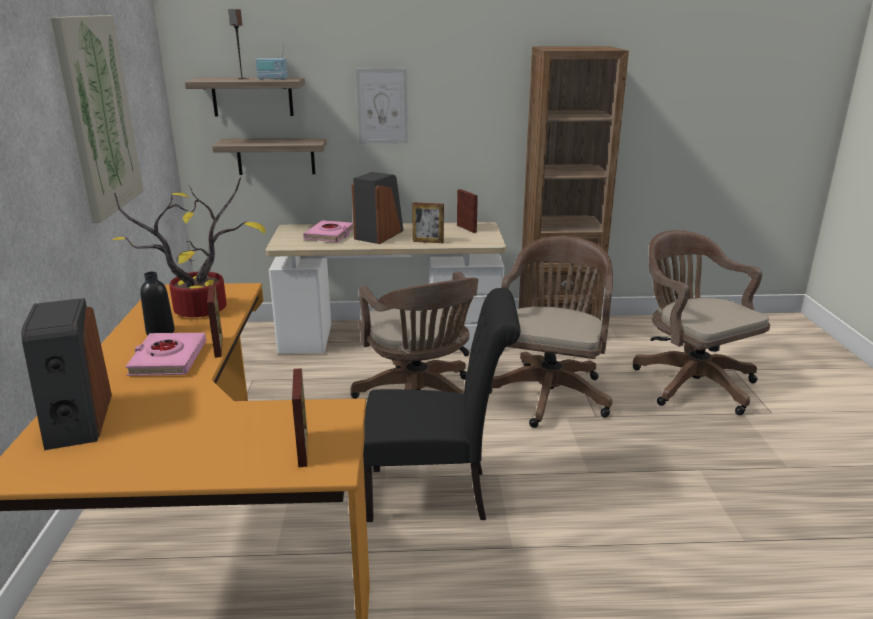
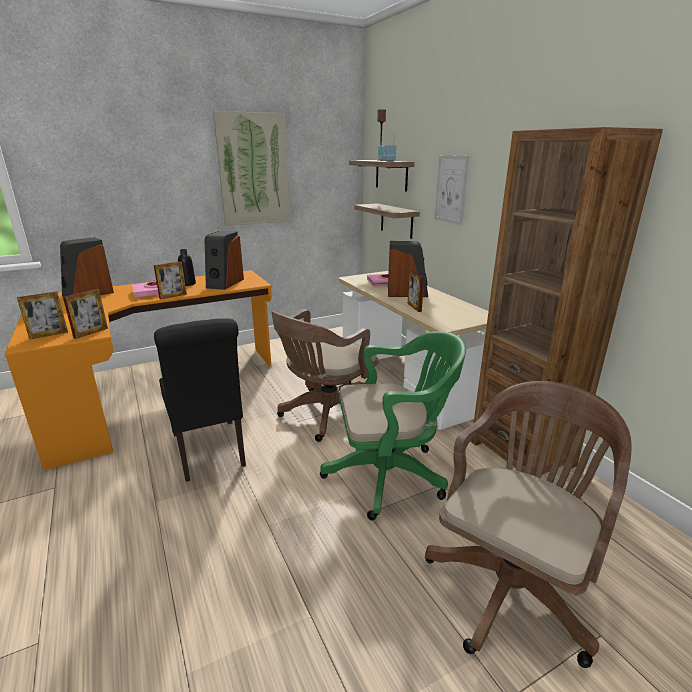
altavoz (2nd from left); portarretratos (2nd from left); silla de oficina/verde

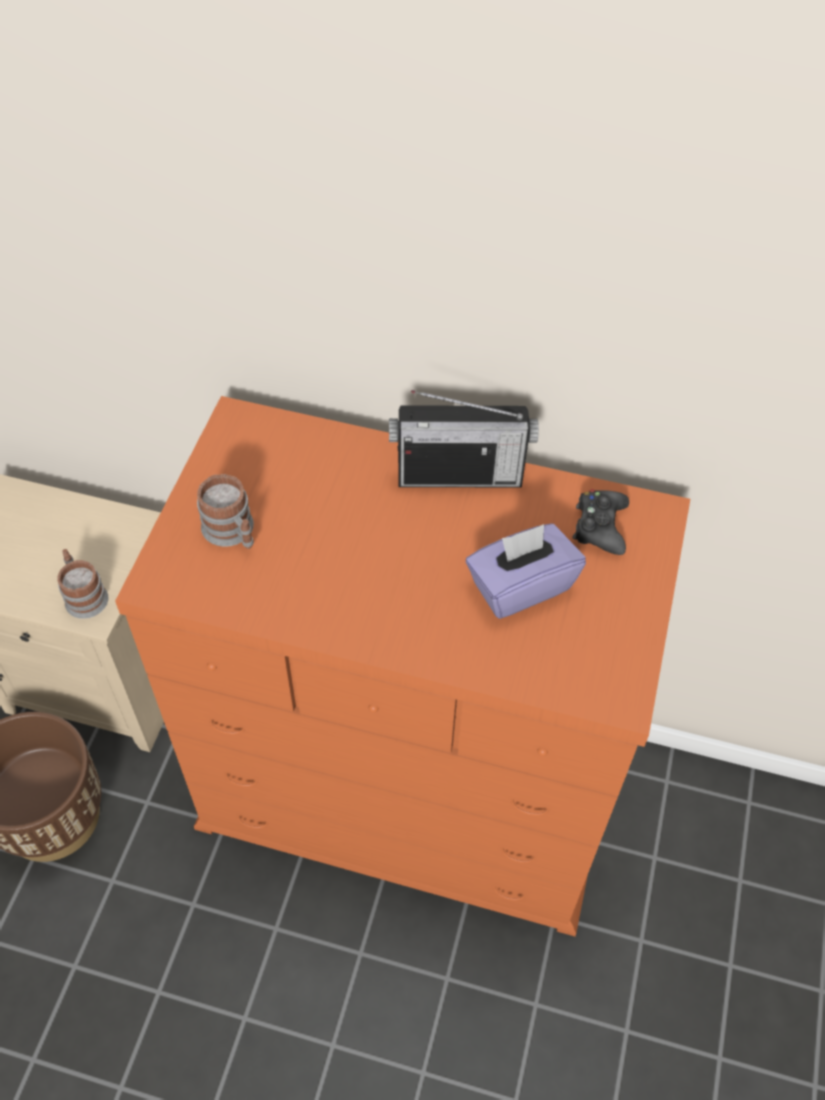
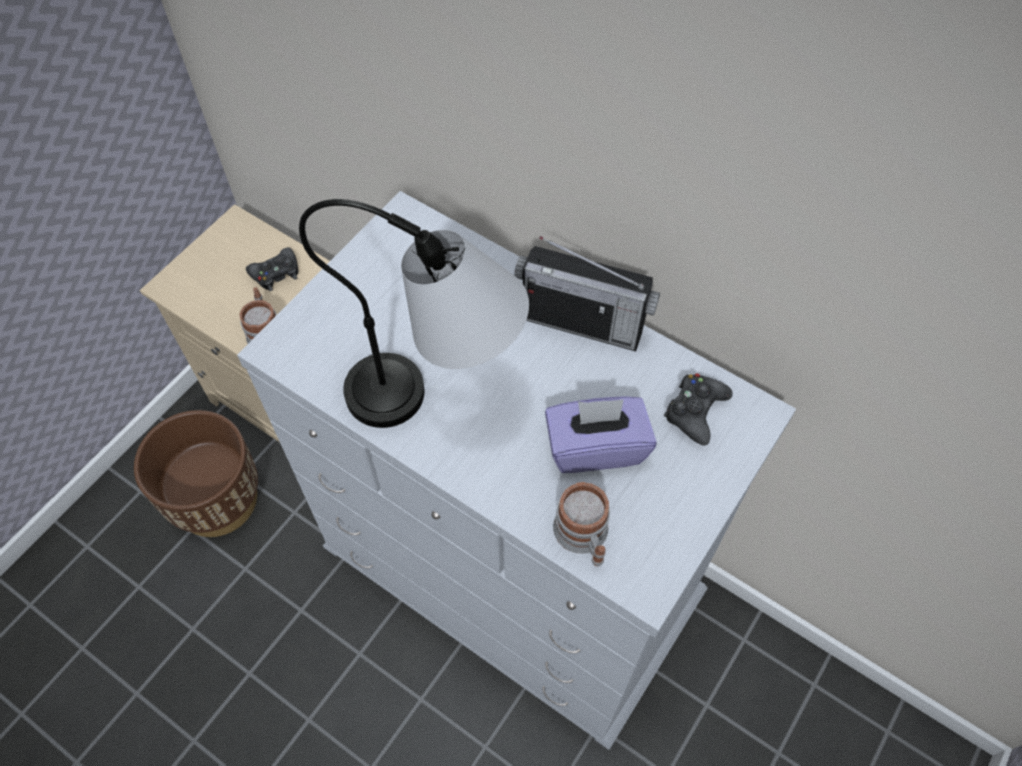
cómoda/blanco; taza grande (2nd from left); lámpara de mesa; mando de consola/negro (1st from left)

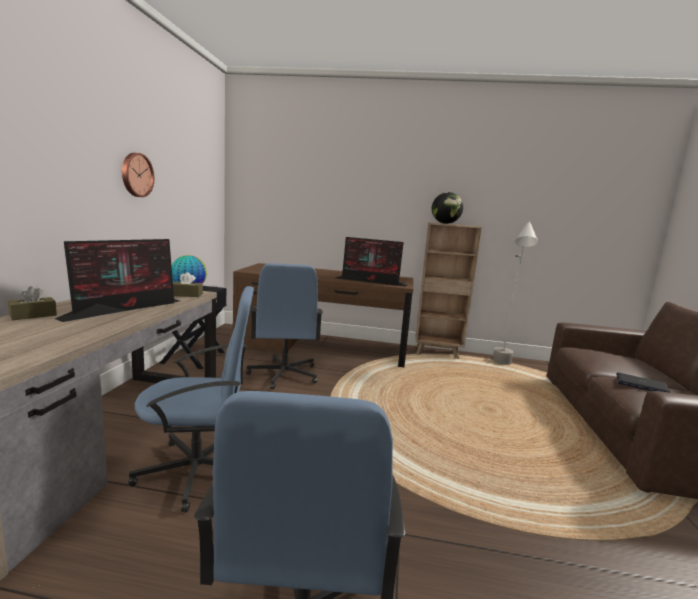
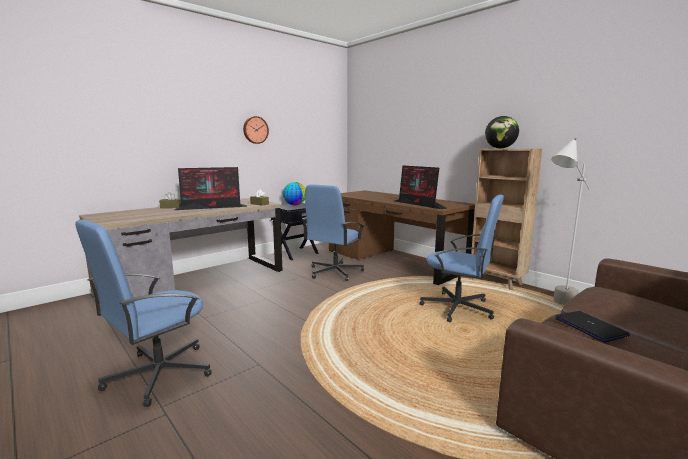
silla de oficina/azul (3rd from left)

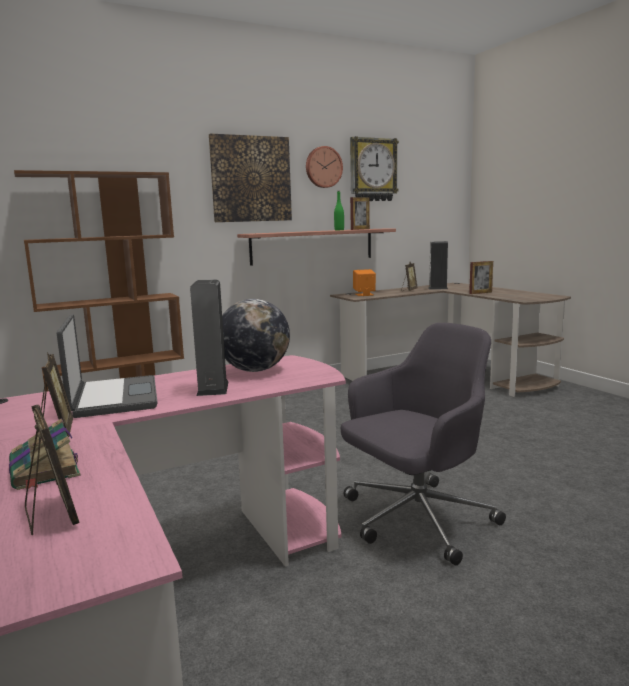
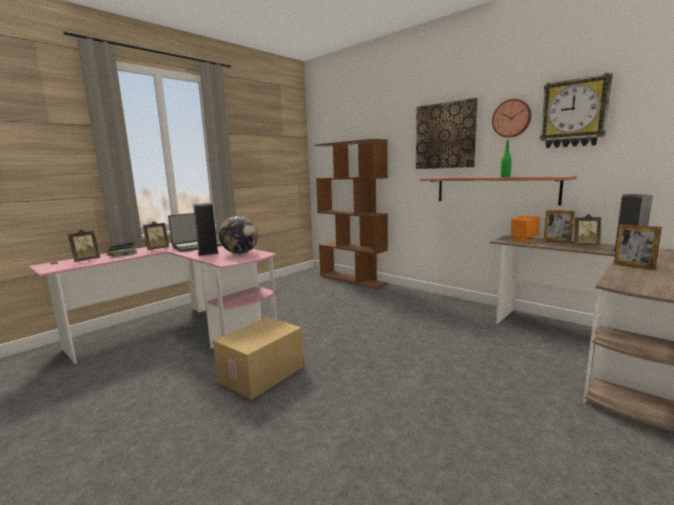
portarretratos (3rd from left); caja de cartón

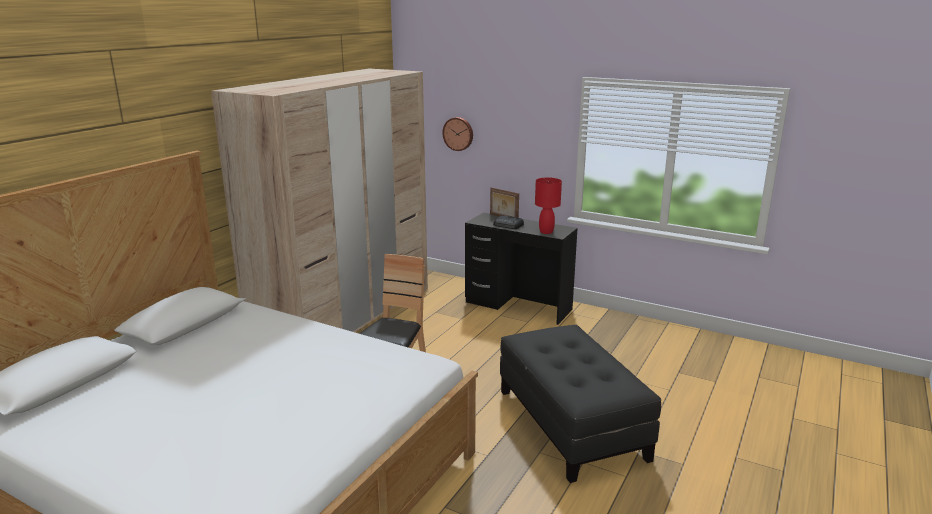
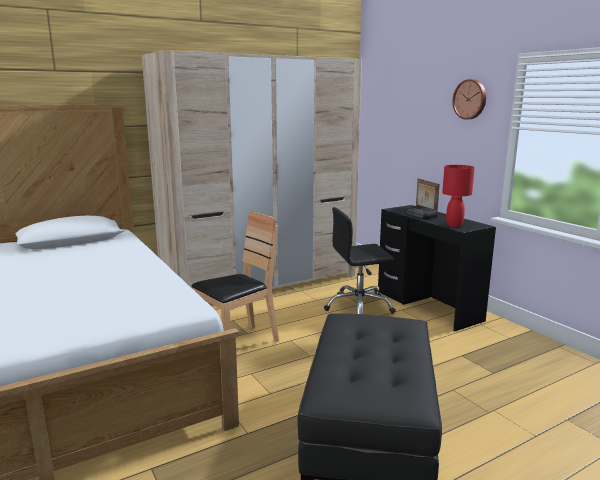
reloj de pared; silla de oficina/negro

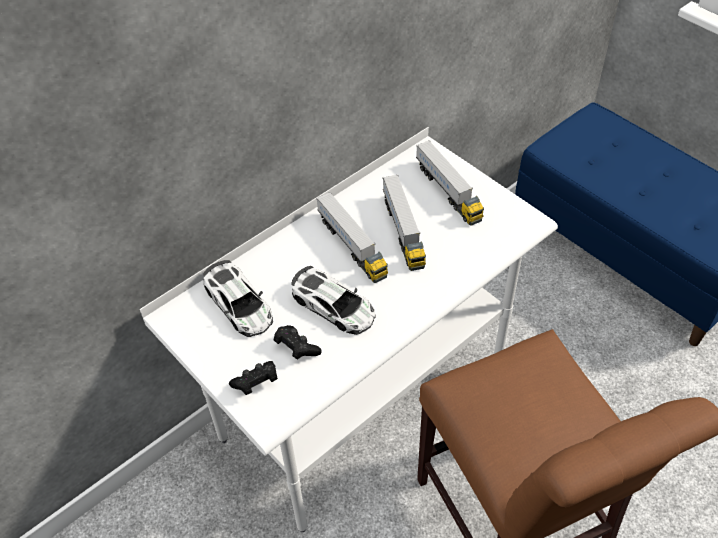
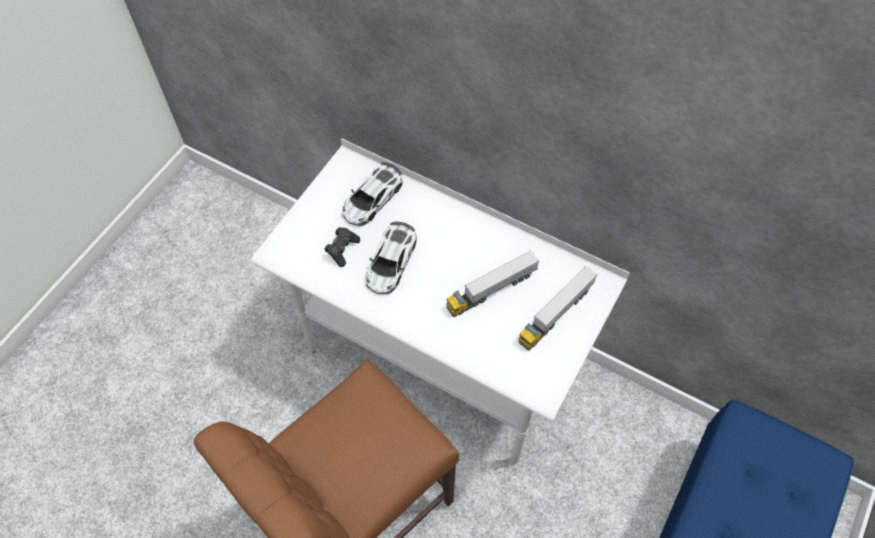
camión de juguete (1st from left in the first image); mando de consola/negro (1st from left in the first image)

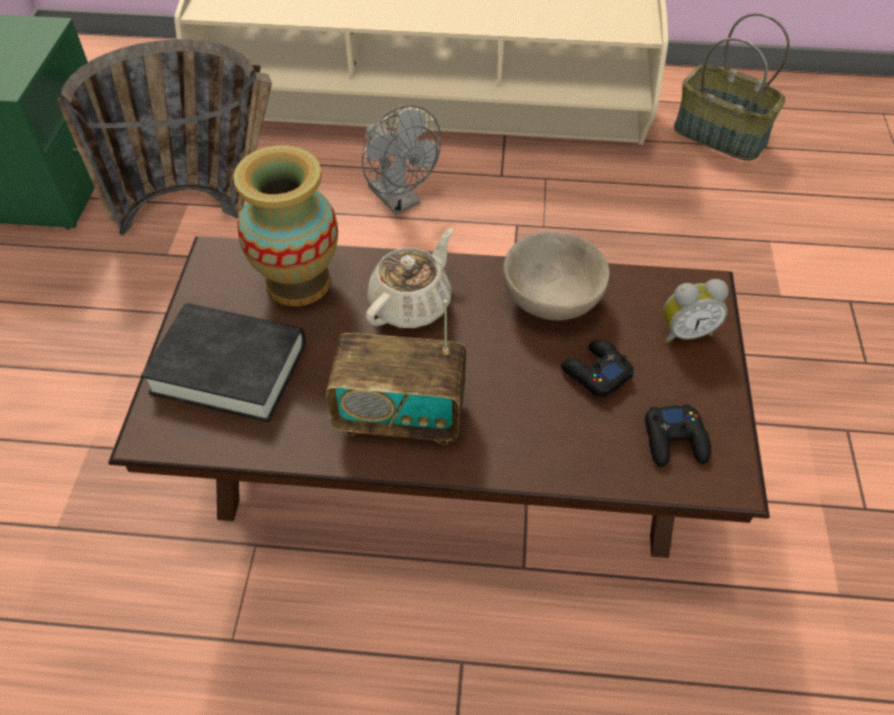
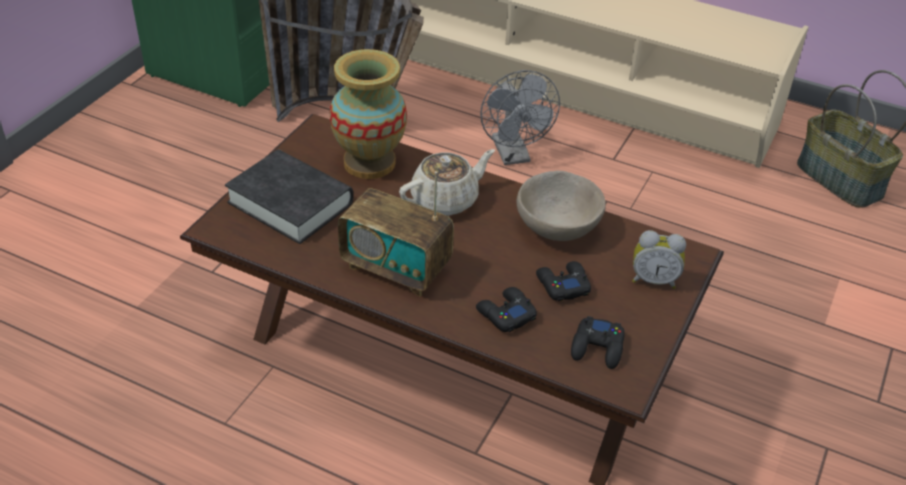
mando de consola/negro (1st from left)

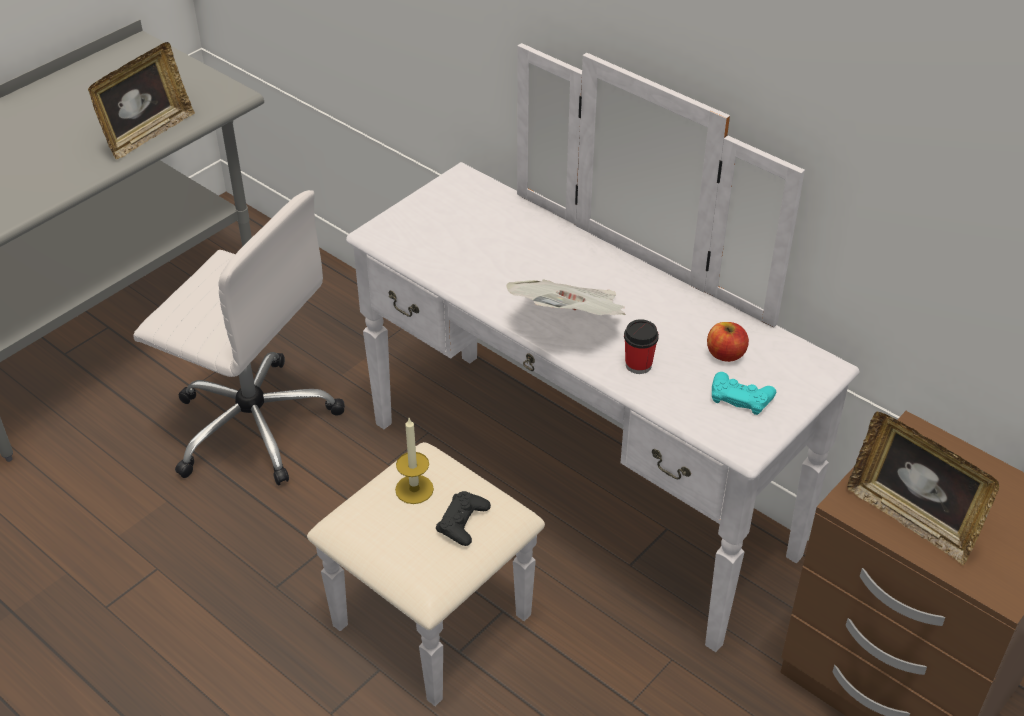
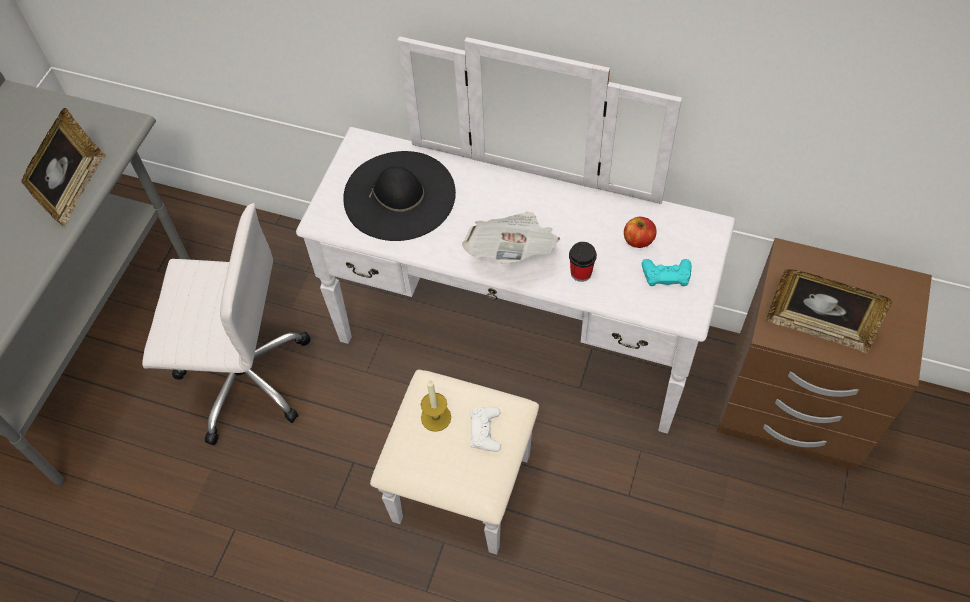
mando de consola/blanco; sombrero/negro

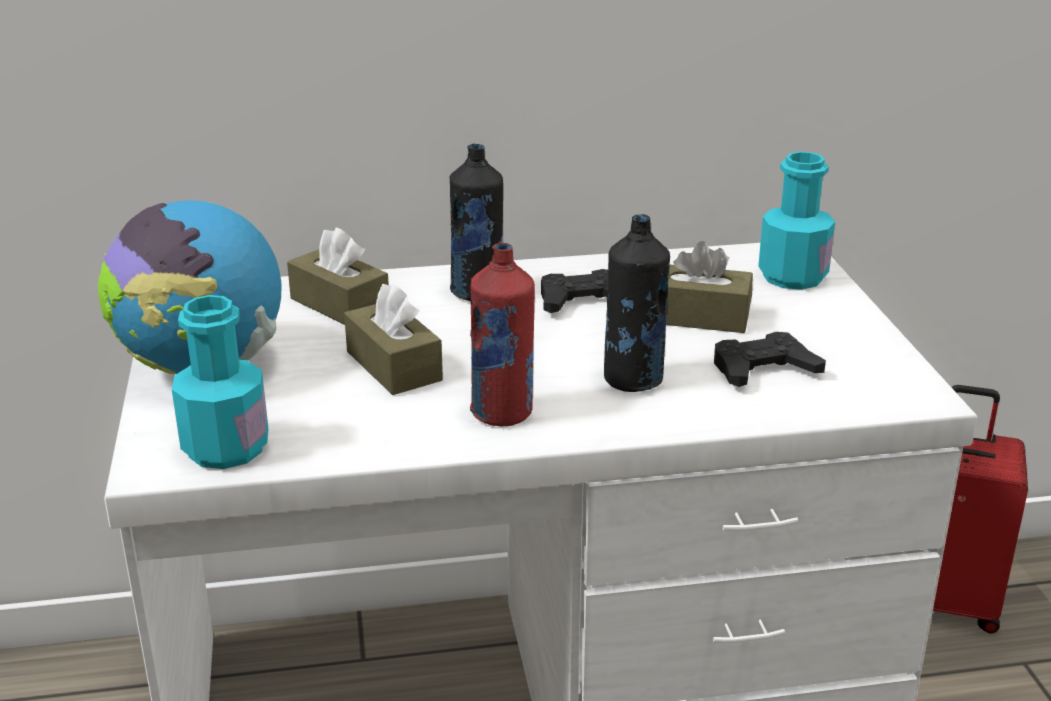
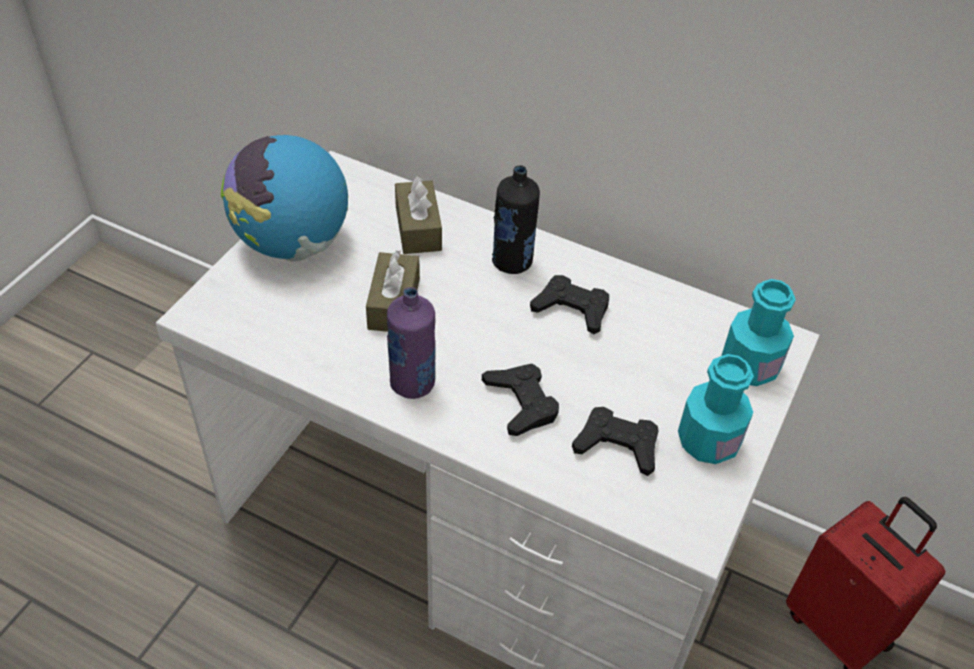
mando de consola/negro (1st from left); caja de pañuelos/marrón (3rd from left in the first image); botella/morado; botella/turquesa (1st from left)

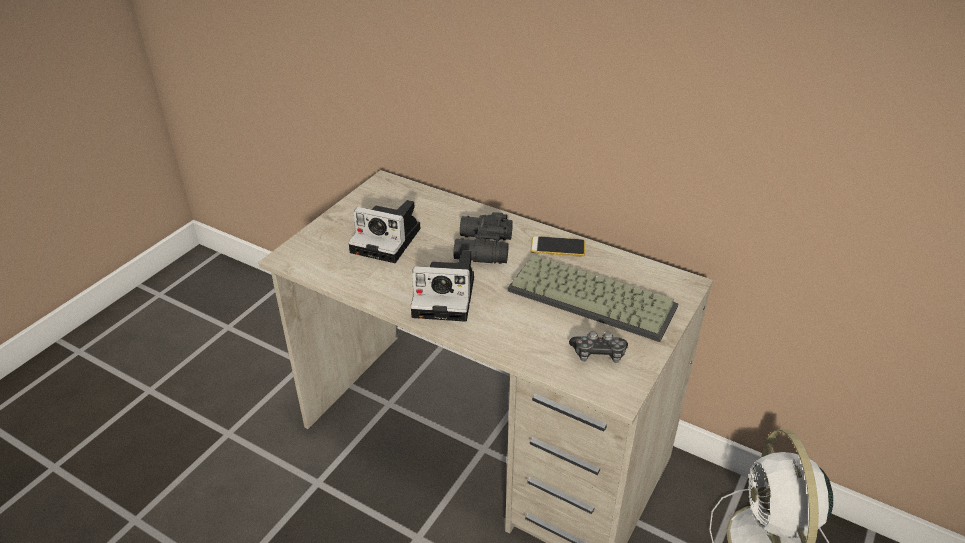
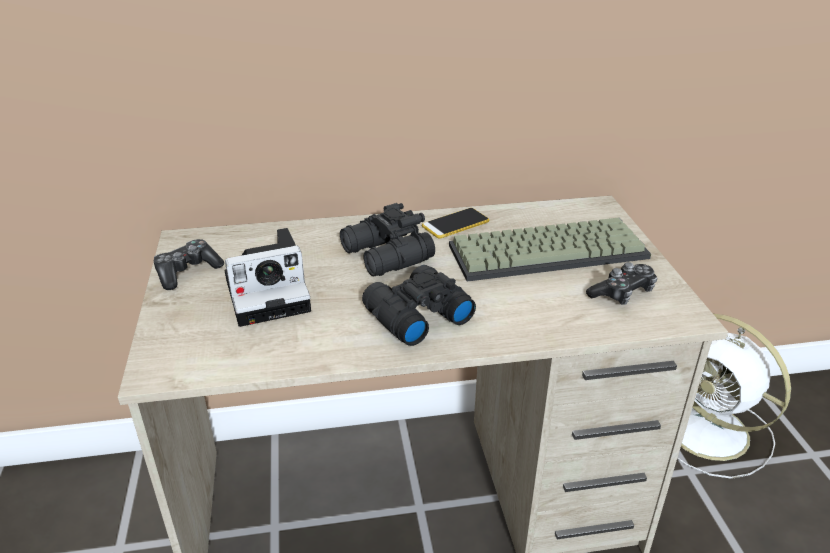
prismáticos/negro (2nd from left); mando de consola (1st from left)

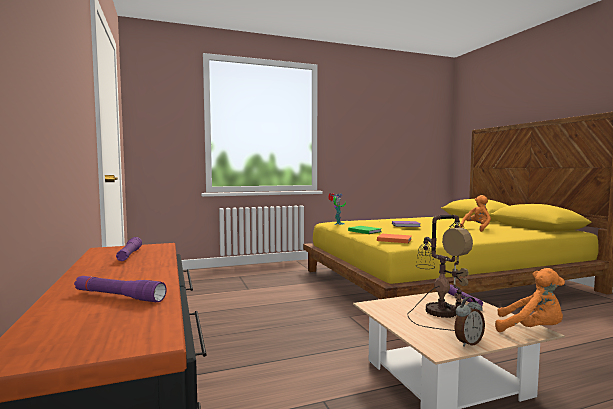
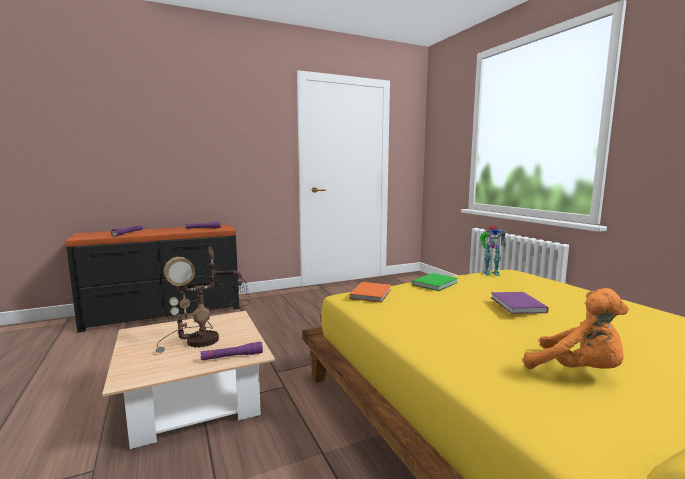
peluche/naranja (2nd from left in the first image); despertador

